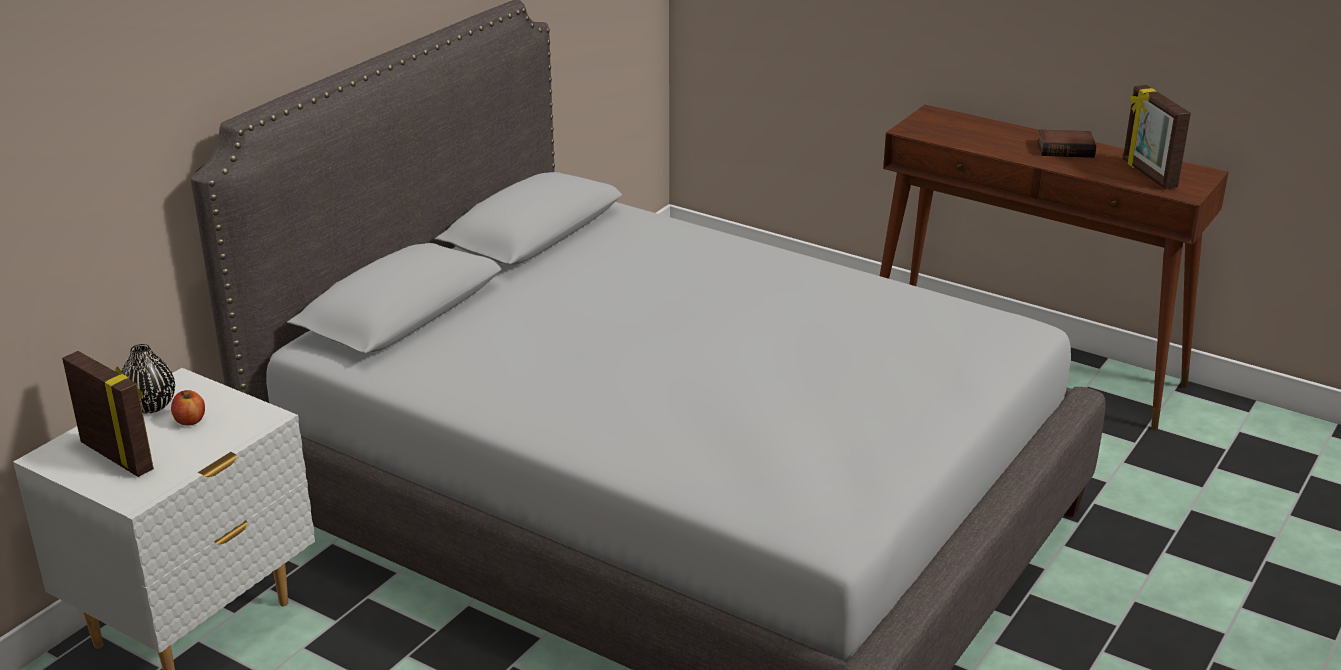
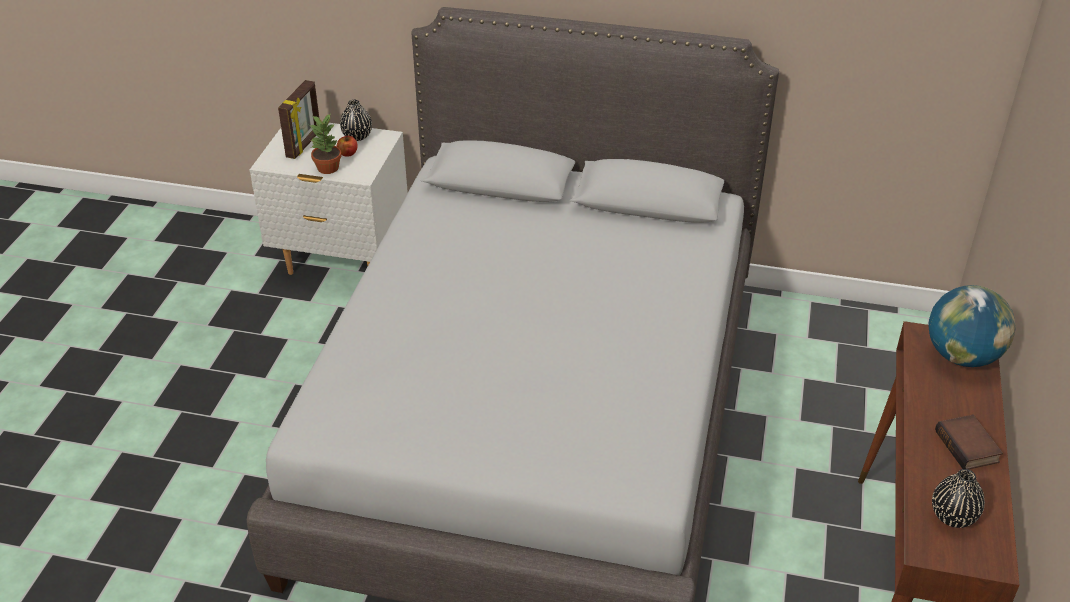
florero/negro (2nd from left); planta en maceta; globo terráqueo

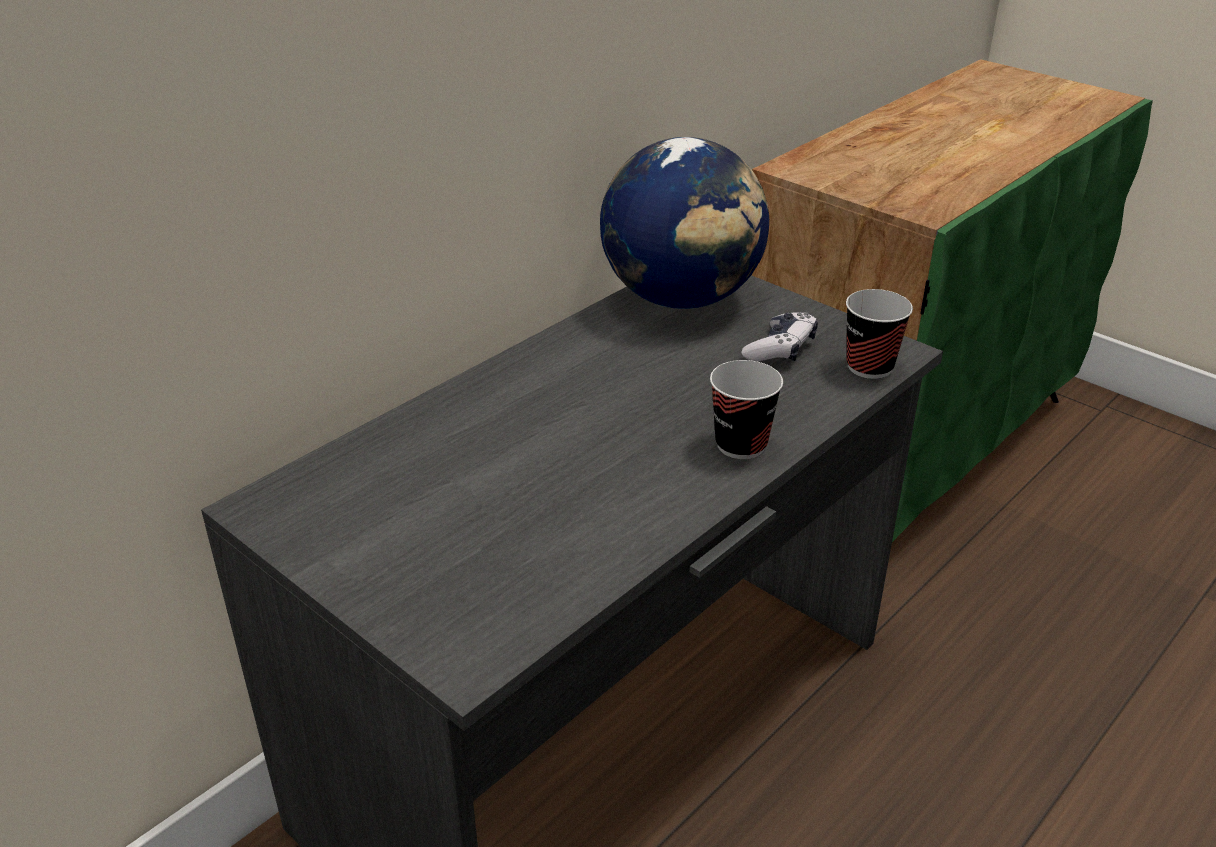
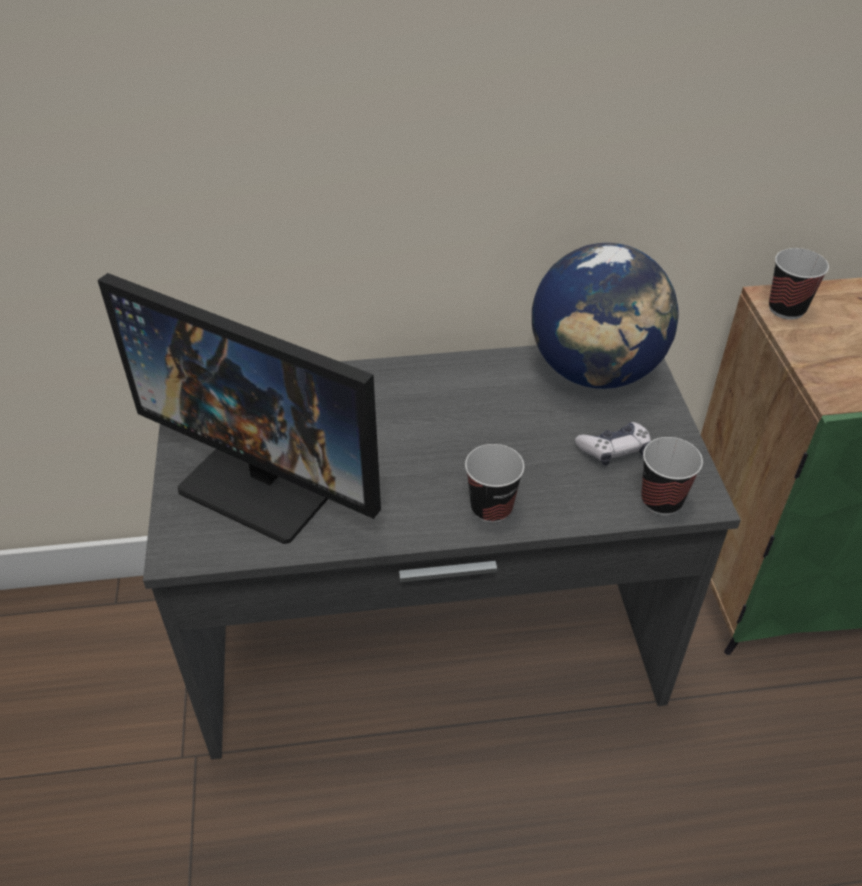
taza (3rd from left); monitor

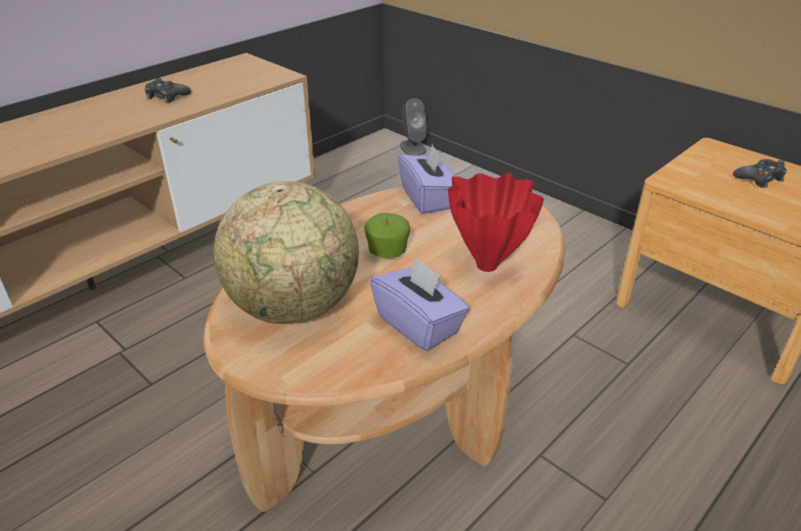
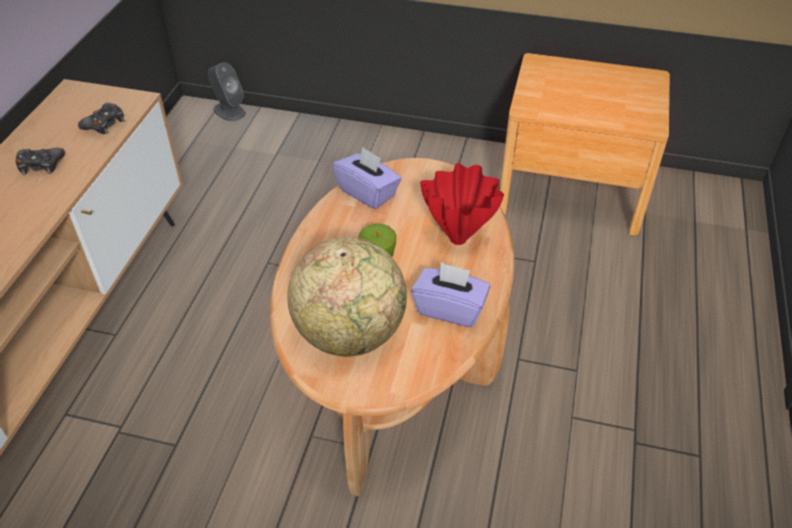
mando de consola/negro (2nd from left)

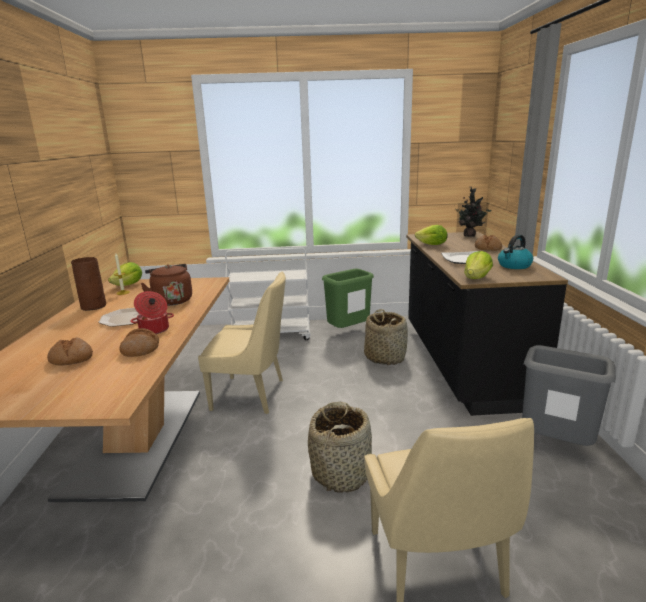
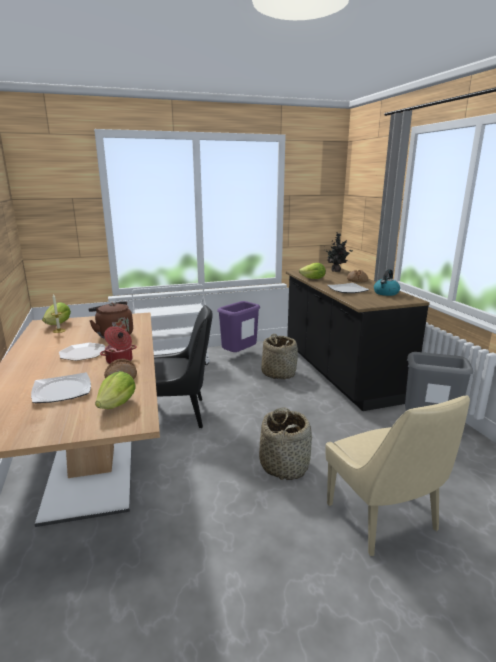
lechuga (2nd from left); florero/marrón; papelera/morado; silla/negro; plato (1st from left)

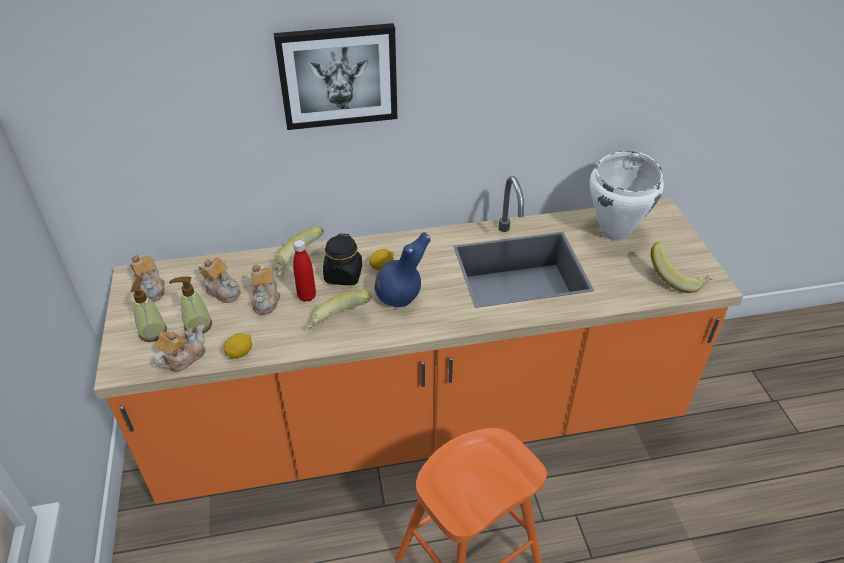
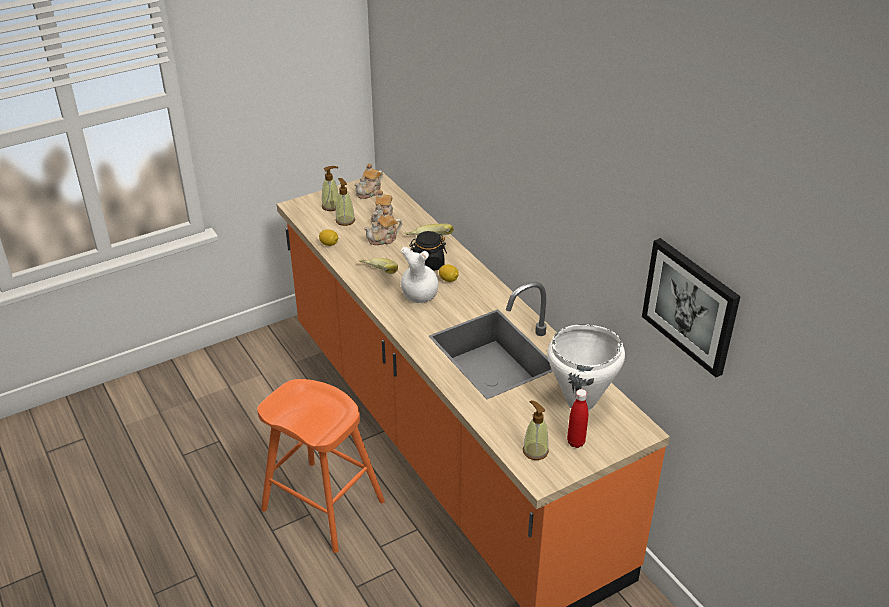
cuadro; florero/blanco; botella/rojo; dispensador de jabón (3rd from left); tetera (2nd from left in the first image)

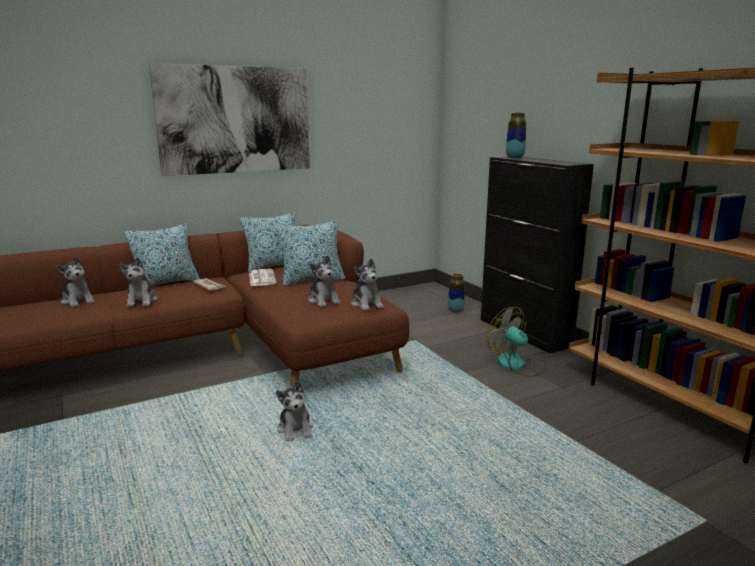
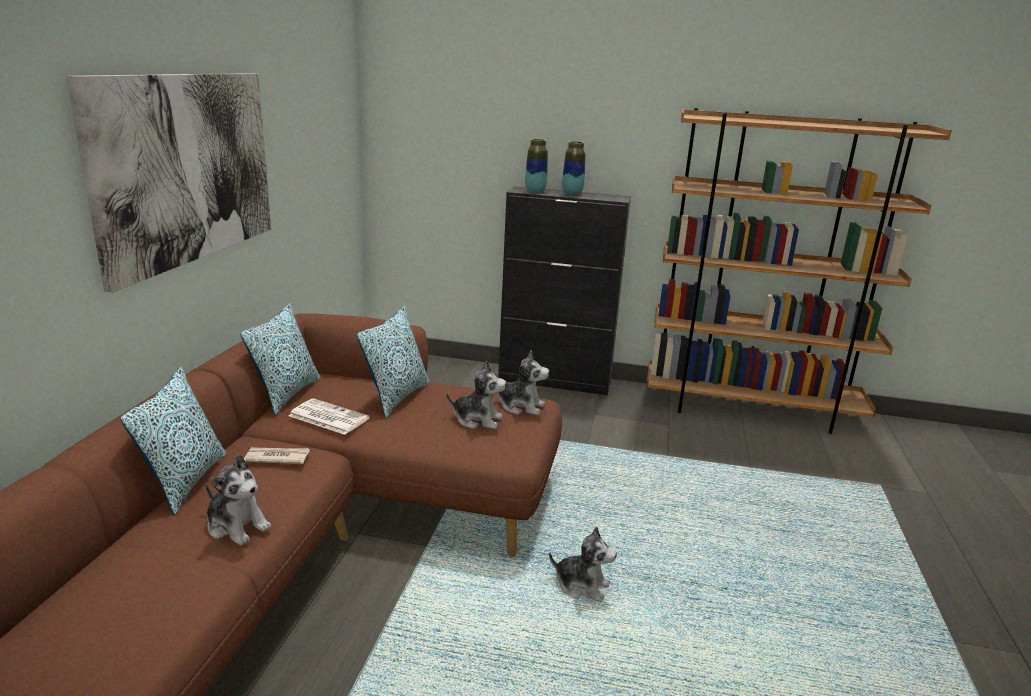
peluche (1st from left in the first image); florero (2nd from left); ventilador

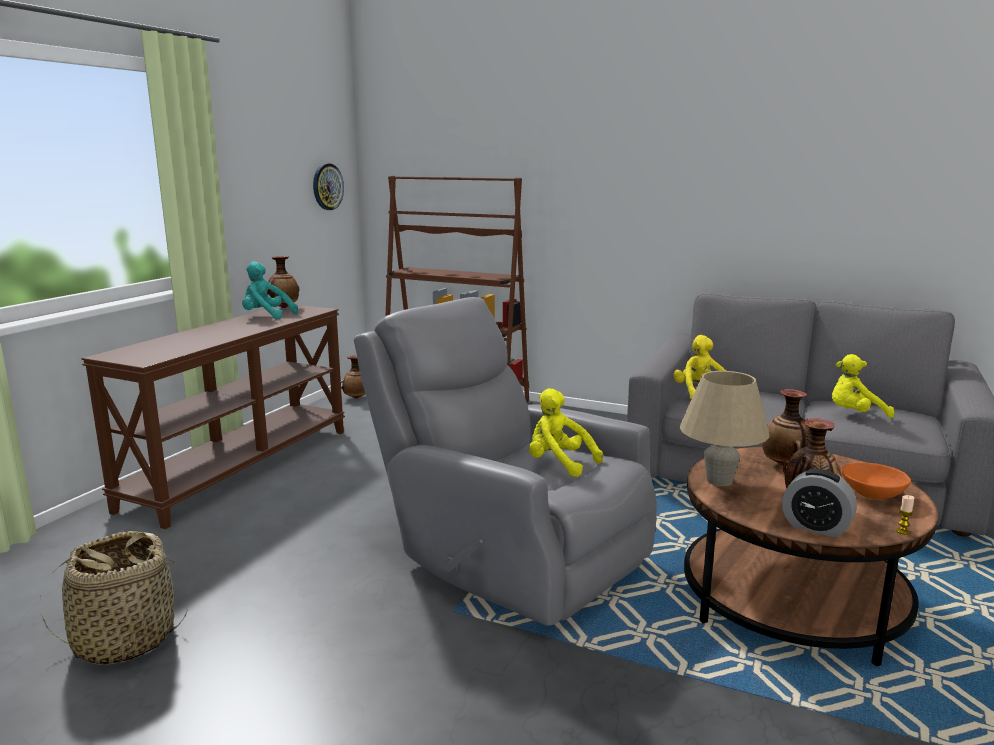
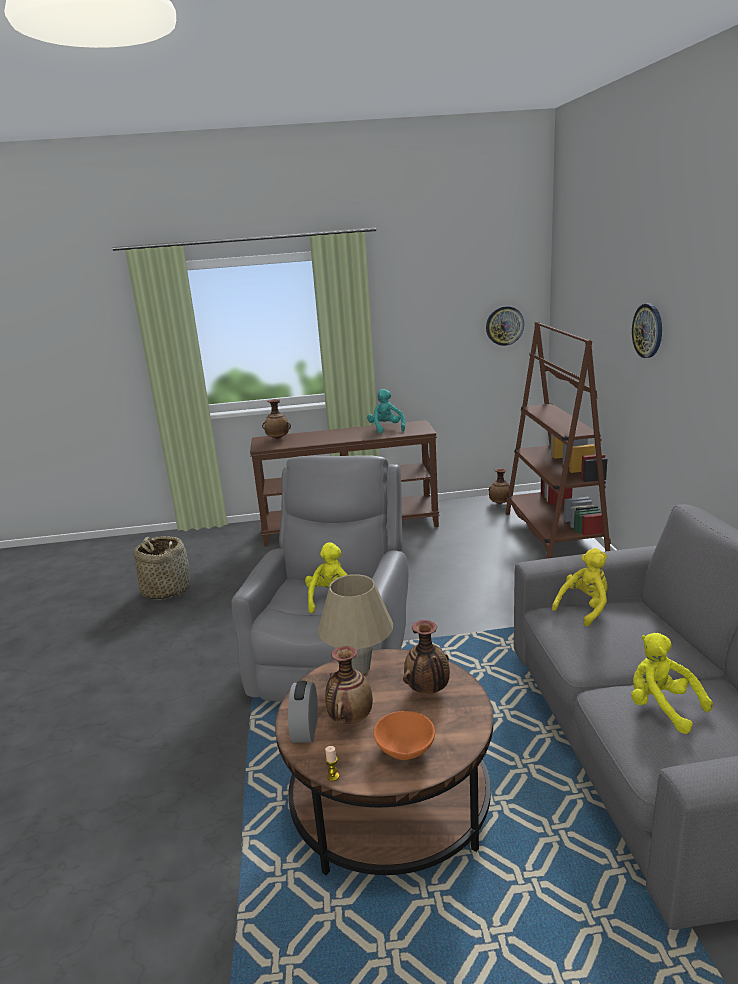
florero (1st from left); reloj de pared (2nd from left)

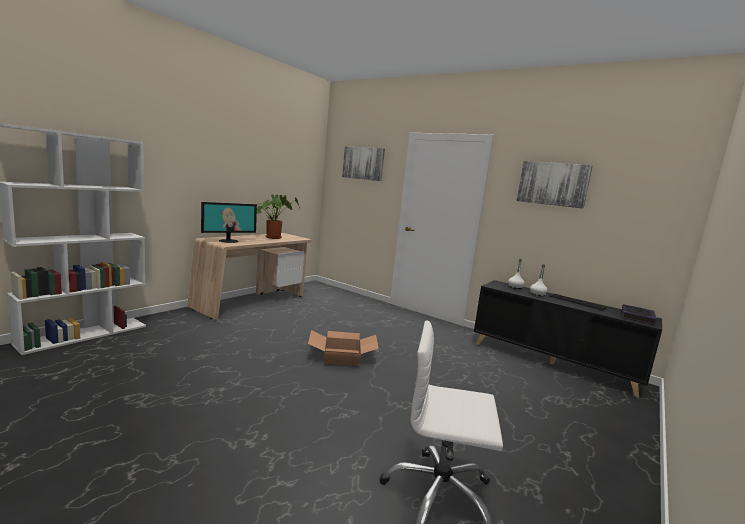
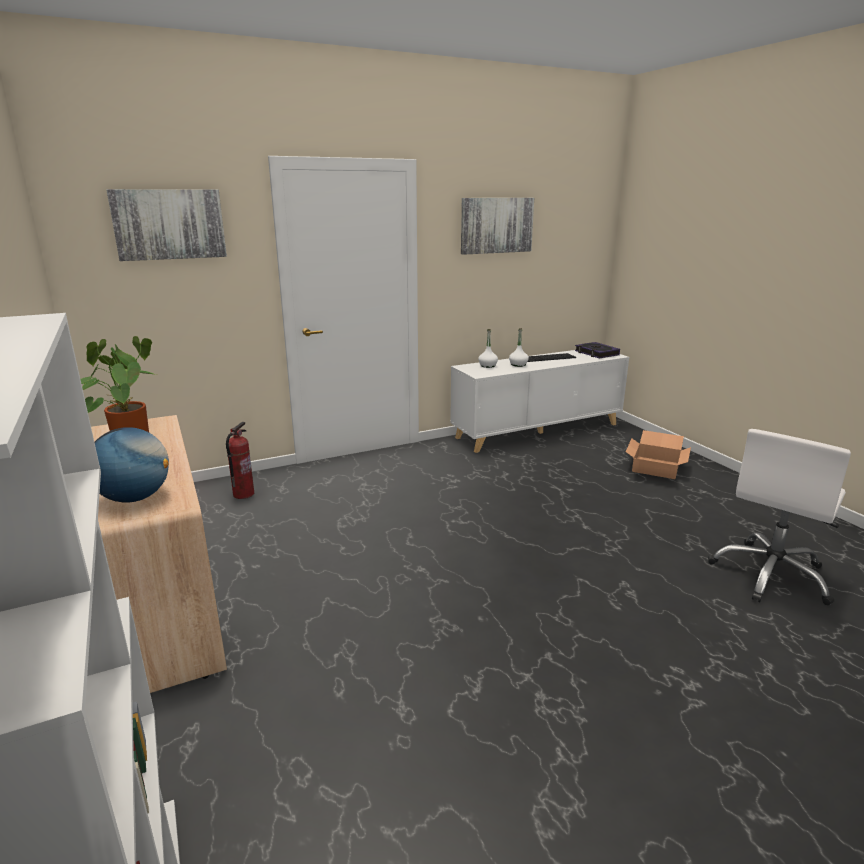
globo terráqueo; armario/blanco; caja de cartón; extintor

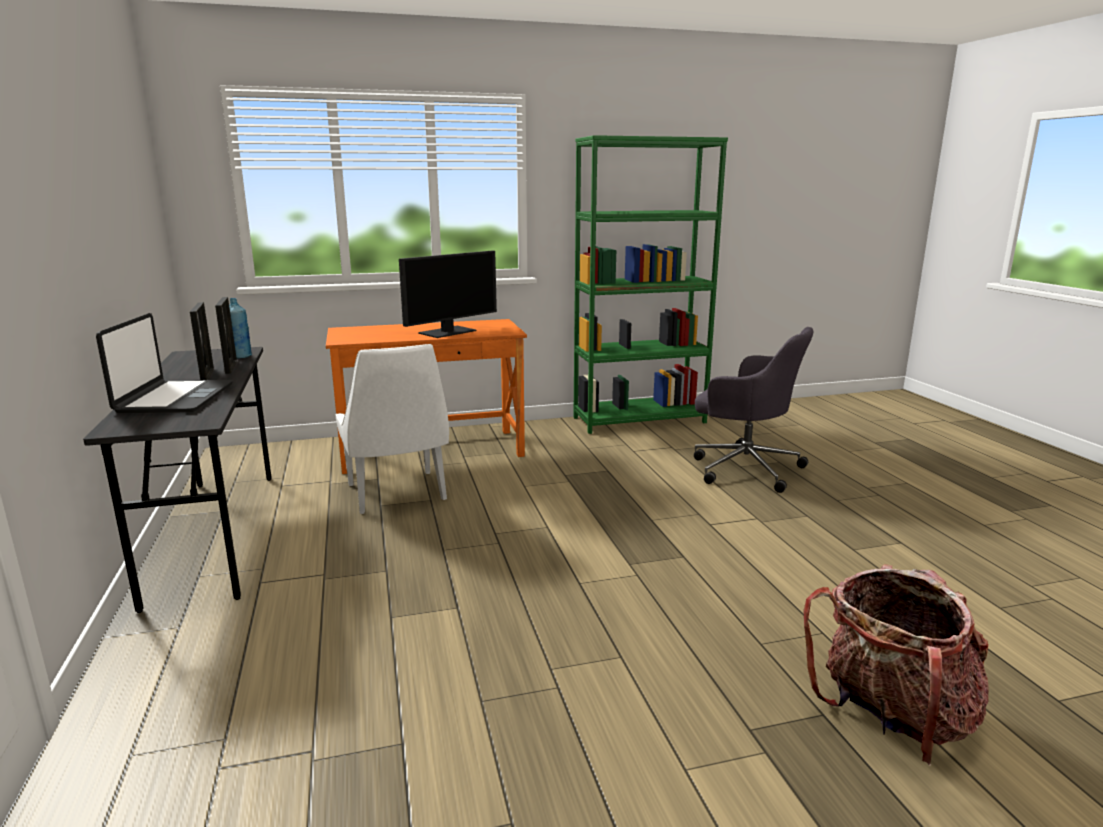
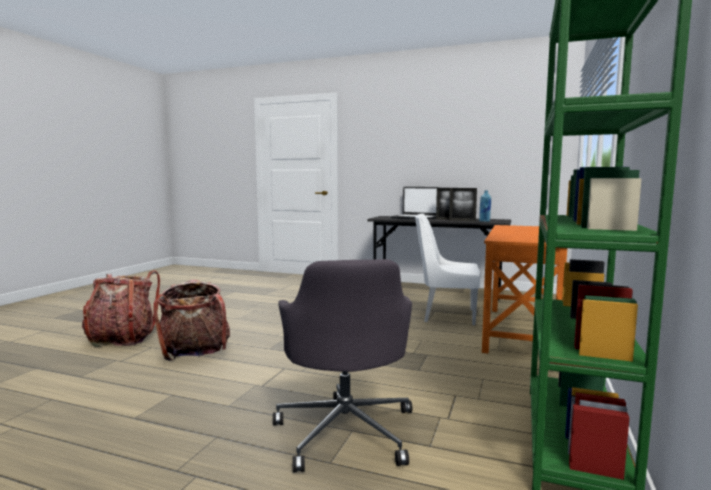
monitor; silla de oficina/gris; mochila (2nd from left)

